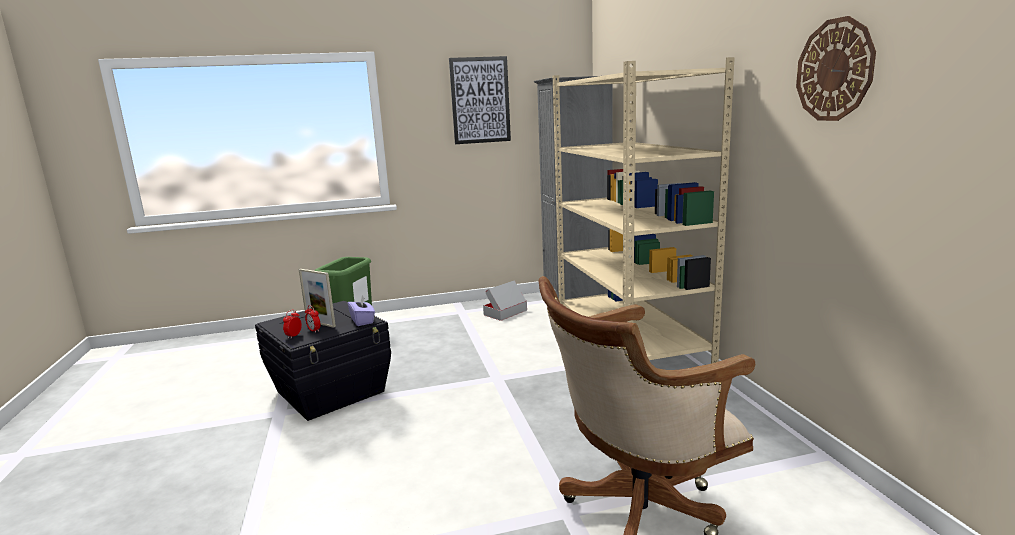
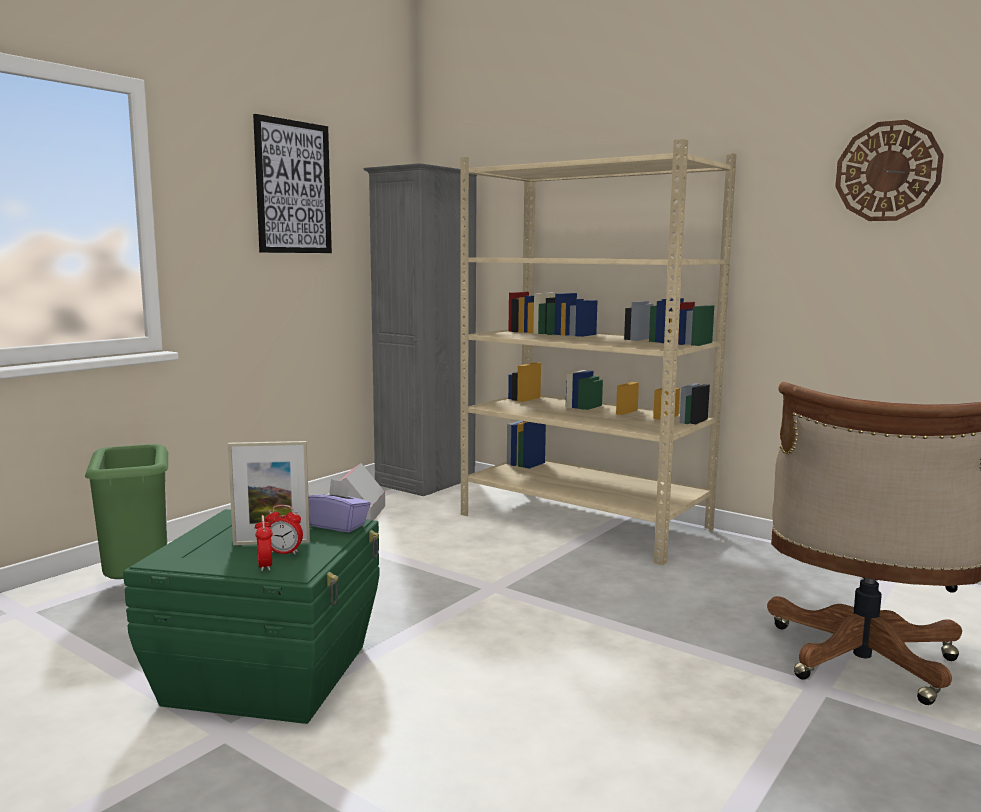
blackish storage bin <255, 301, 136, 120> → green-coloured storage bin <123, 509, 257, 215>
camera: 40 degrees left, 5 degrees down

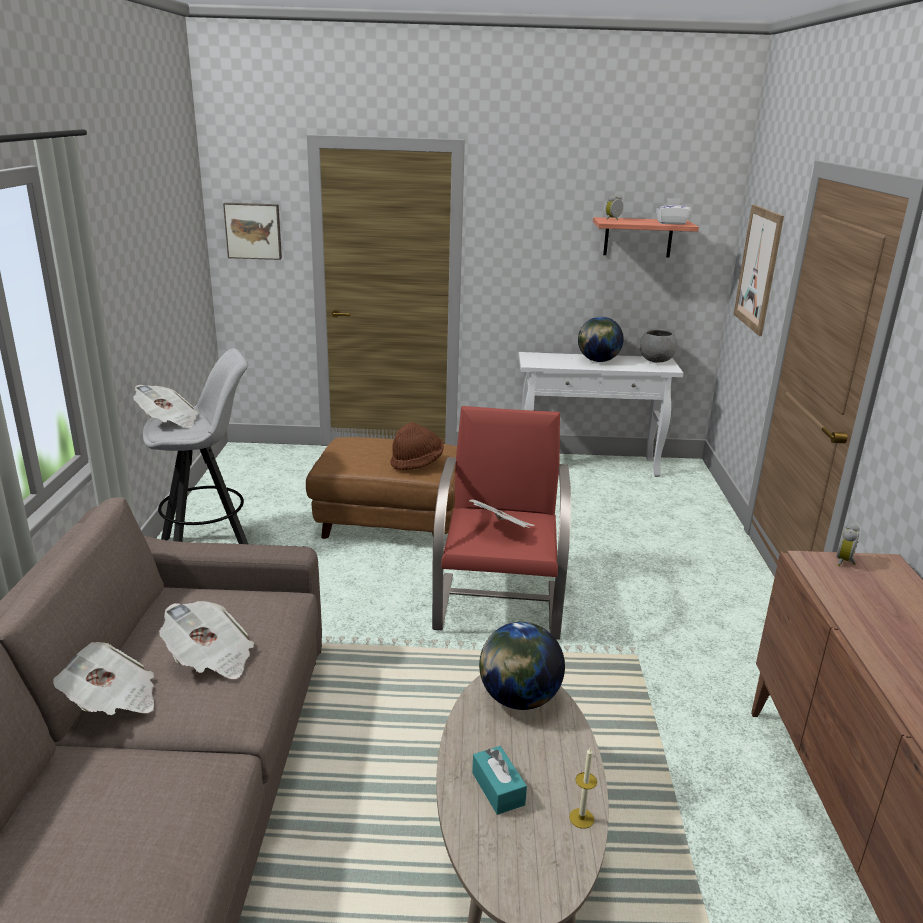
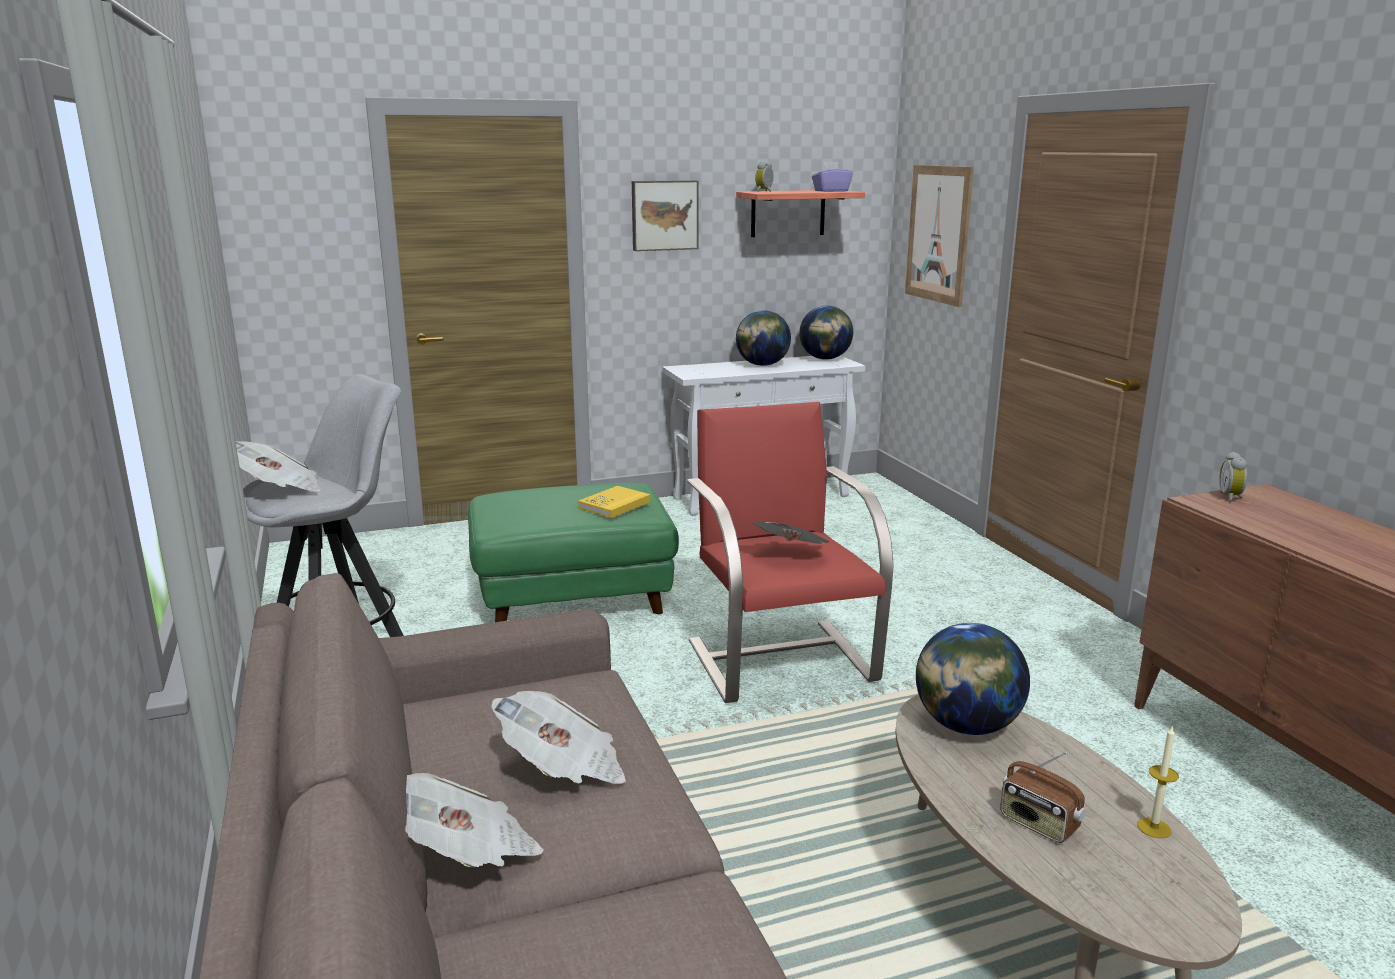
brown pouffe <306, 437, 151, 102> → green-coloured pouffe <468, 483, 211, 139>
brown hat <390, 422, 54, 48> → yellowish book <578, 486, 73, 32>
picture <223, 203, 59, 57> → picture <632, 180, 66, 71>, shifted
grey deep dish <640, 330, 37, 33> → globe <799, 306, 54, 54>
white-coloured box of tissues <656, 198, 35, 27> → purple-coloured box of tissues <812, 162, 41, 30>
turquoise box of tissues <472, 746, 55, 69> → radio <1000, 752, 86, 91>
camera: 20 degrees left, 5 degrees down

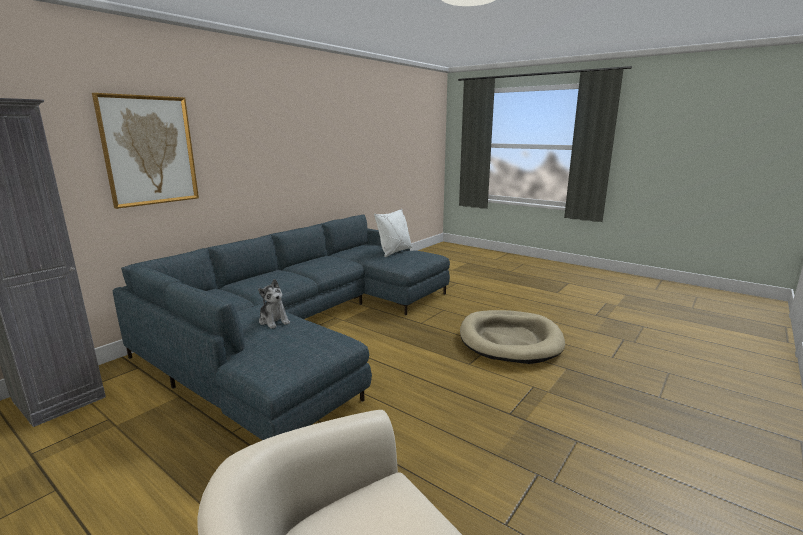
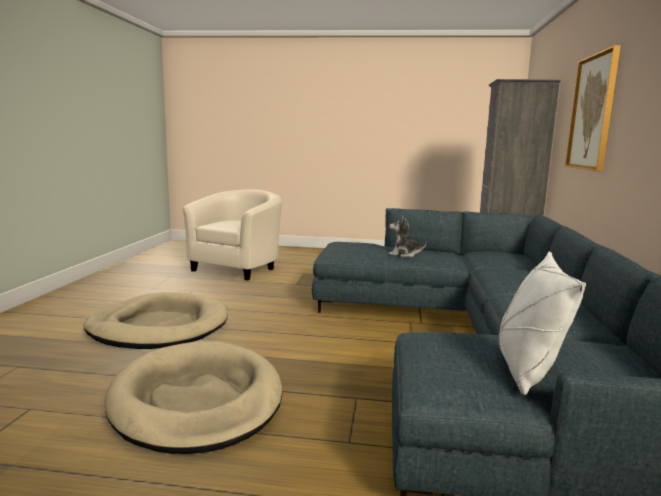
- → beige-coloured dog cushion <83, 292, 145, 57>
camera: 150 degrees right, 5 degrees down

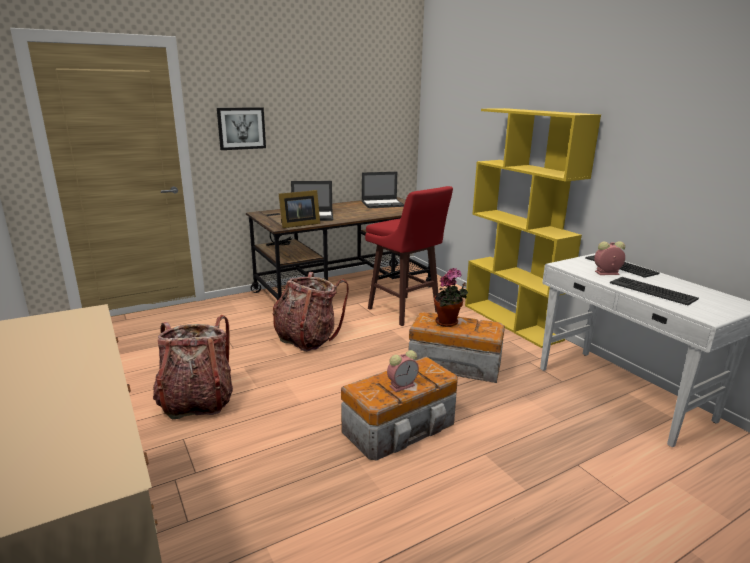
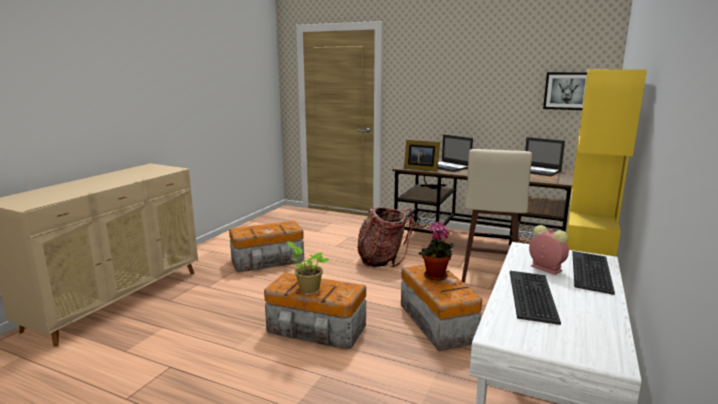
backpack <153, 315, 80, 104> → storage bin <229, 221, 75, 51>
table clock <387, 350, 32, 42> → houseplant <287, 241, 42, 52>
red sitting stool <365, 186, 88, 140> → beige-coloured sitting stool <462, 149, 70, 134>
picture <217, 107, 49, 43> → picture <543, 72, 44, 38>, shifted
camera: 55 degrees right, 5 degrees down

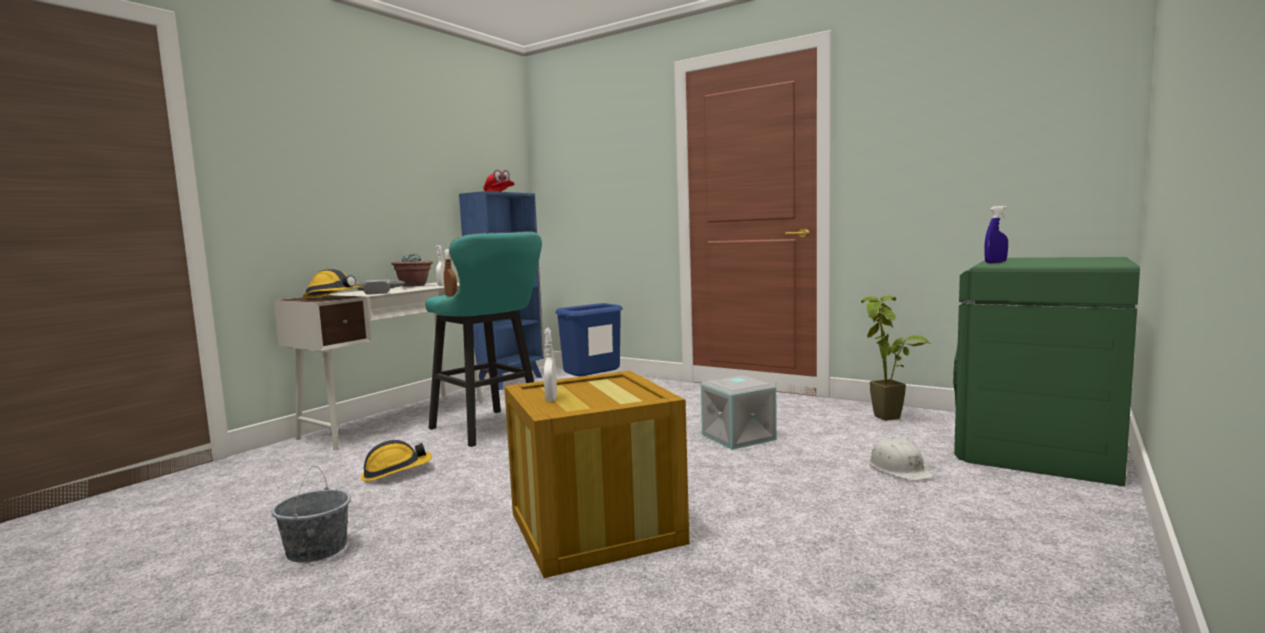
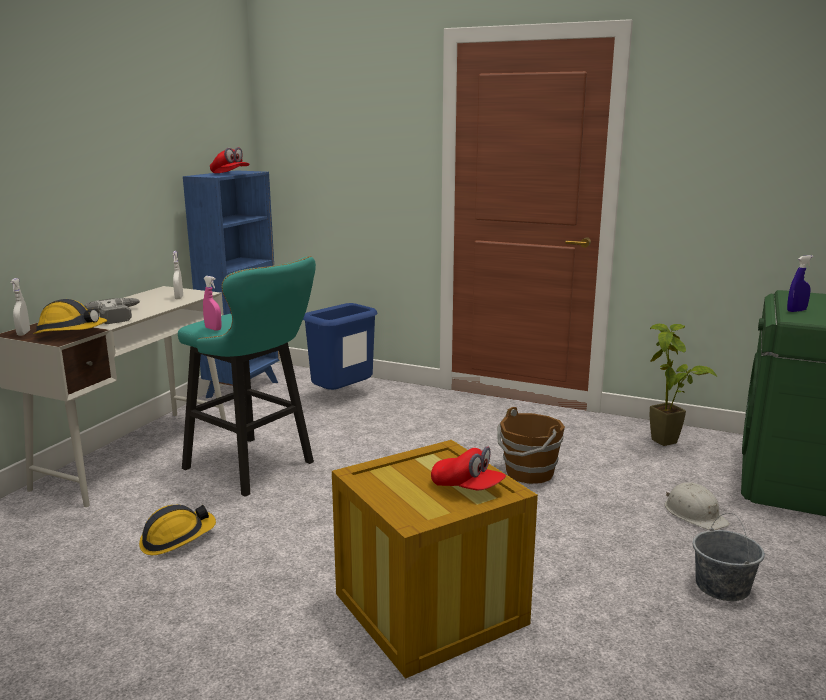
white-coloured sprayer <544, 328, 13, 74> → white-coloured sprayer <10, 278, 20, 58>, shifted
brown sprayer <444, 249, 13, 48> → pink-coloured sprayer <203, 276, 19, 55>
- → red cap <431, 446, 75, 44>
grey storage bin <701, 375, 76, 75> → brown pail <497, 407, 68, 77>
grey pail <271, 466, 80, 97> → grey pail <693, 513, 72, 88>, shifted
houseplant <391, 254, 42, 33> → -
camera: 10 degrees left, 10 degrees up

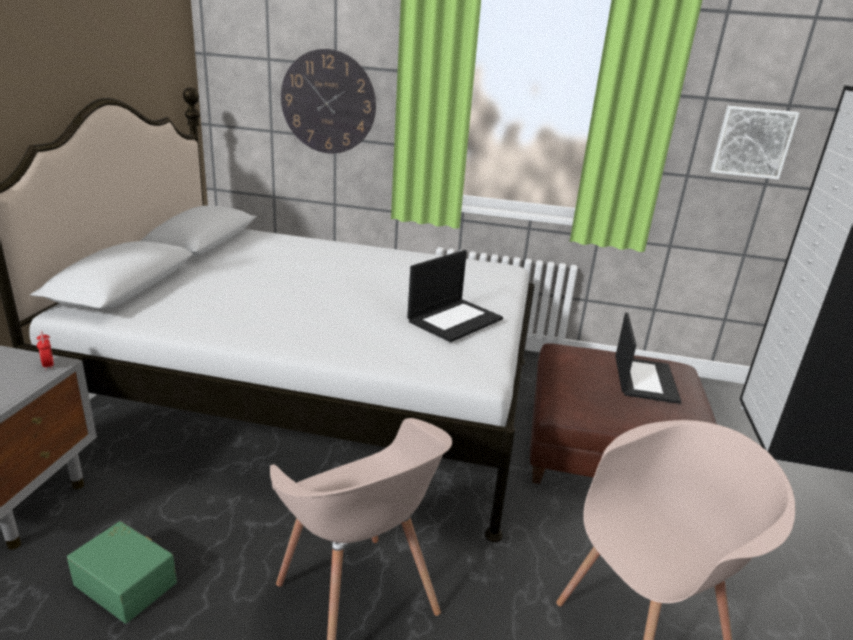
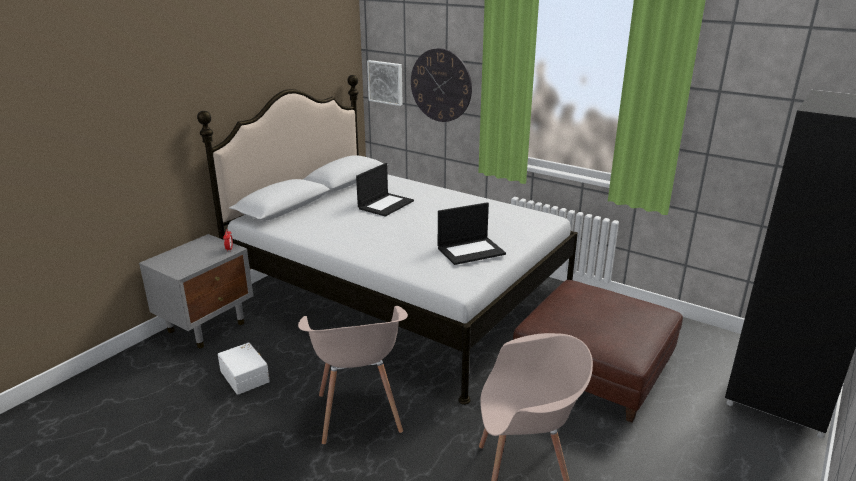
green-coloured storage bin <67, 521, 110, 102> → white-coloured storage bin <218, 342, 52, 53>
laptop <615, 313, 66, 91> → laptop <356, 163, 58, 54>, shifted
picture <710, 106, 89, 74> → picture <367, 60, 36, 46>, shifted
camera: 25 degrees right, 0 degrees up

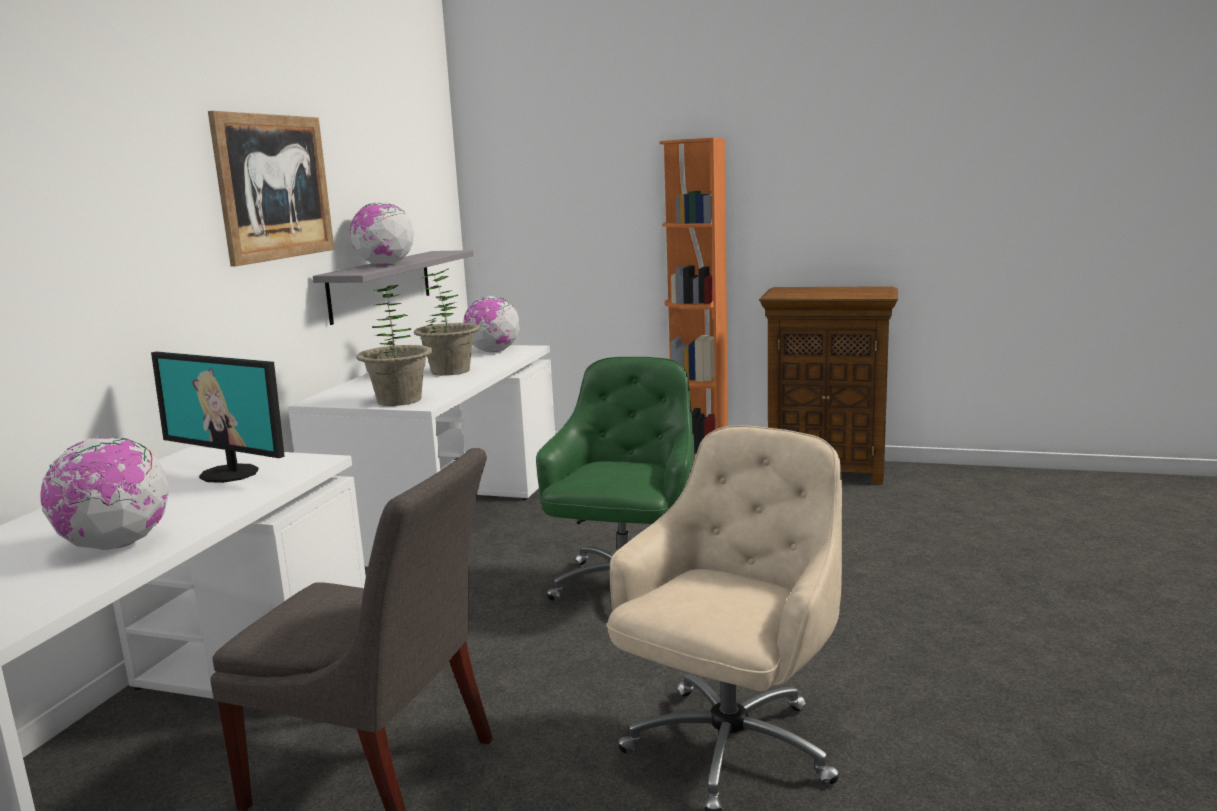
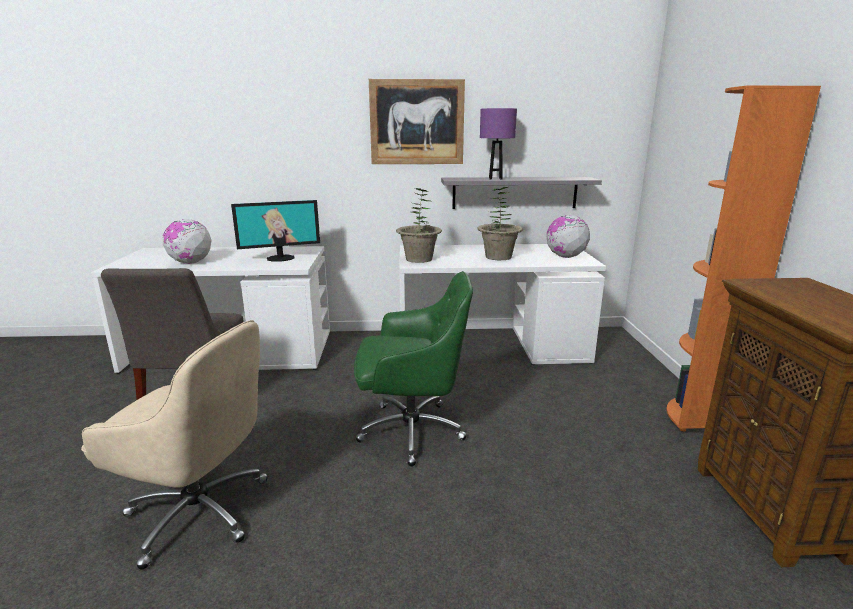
computer screen <151, 352, 134, 131> → computer screen <231, 200, 89, 62>, 120 degrees counterclockwise
globe <350, 202, 64, 63> → purple-coloured table lamp <480, 108, 37, 71>
camera: 70 degrees right, 5 degrees up

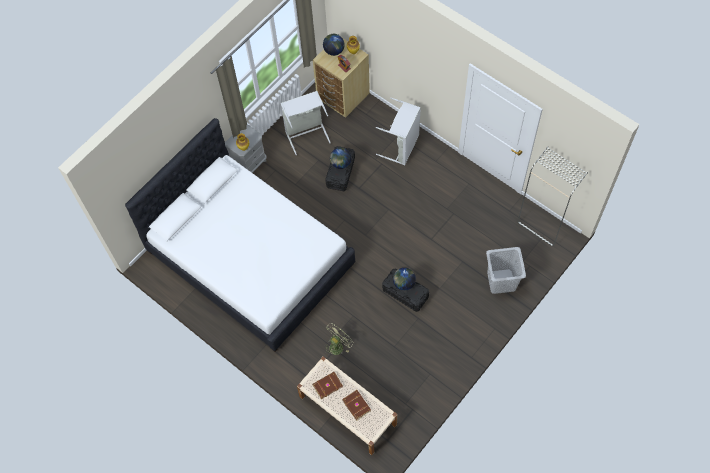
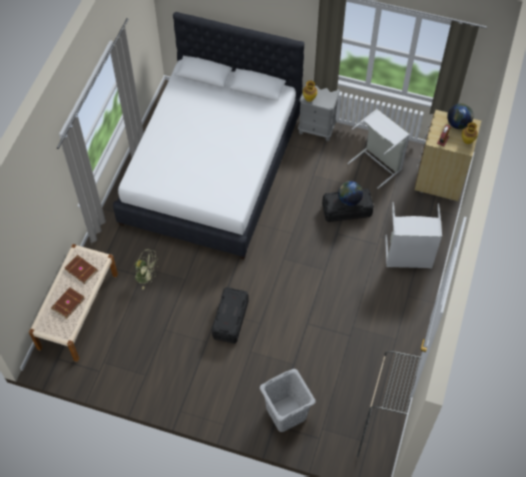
globe <393, 268, 23, 23> → -
camera: 65 degrees right, 5 degrees down

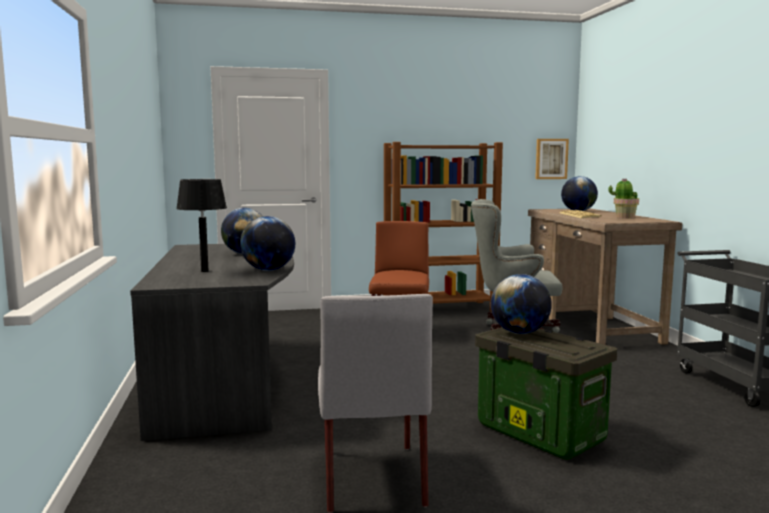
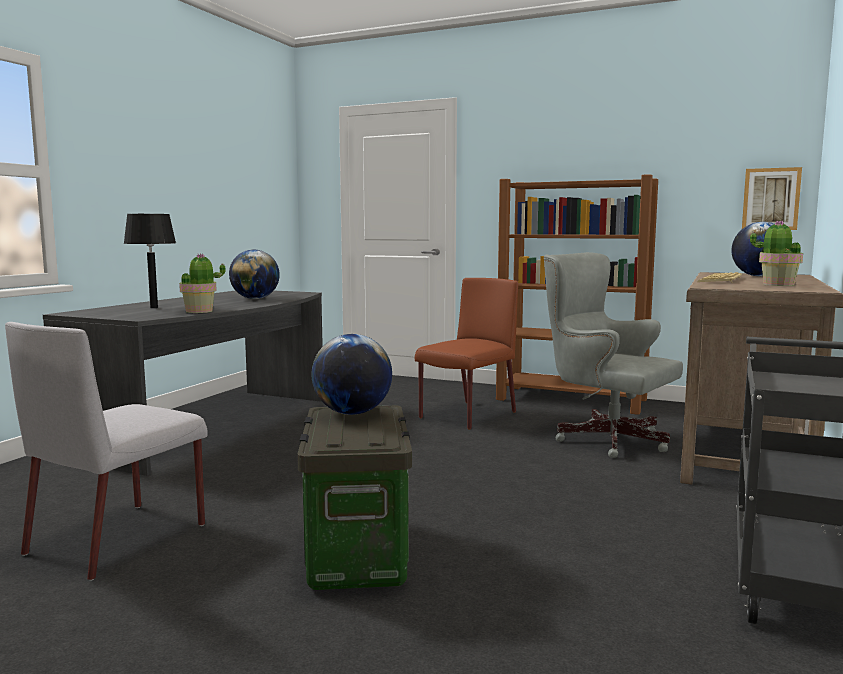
globe <240, 216, 55, 55> → houseplant <179, 253, 47, 60>
camera: 35 degrees right, 0 degrees up

